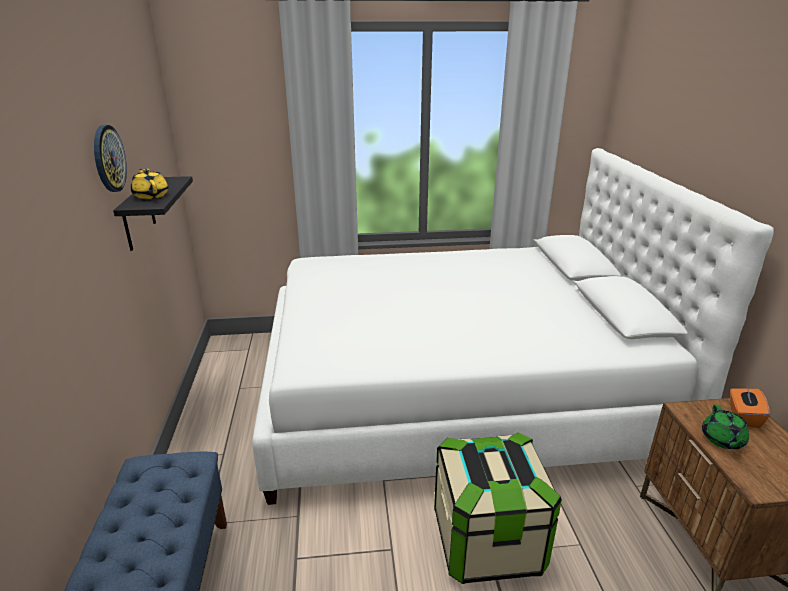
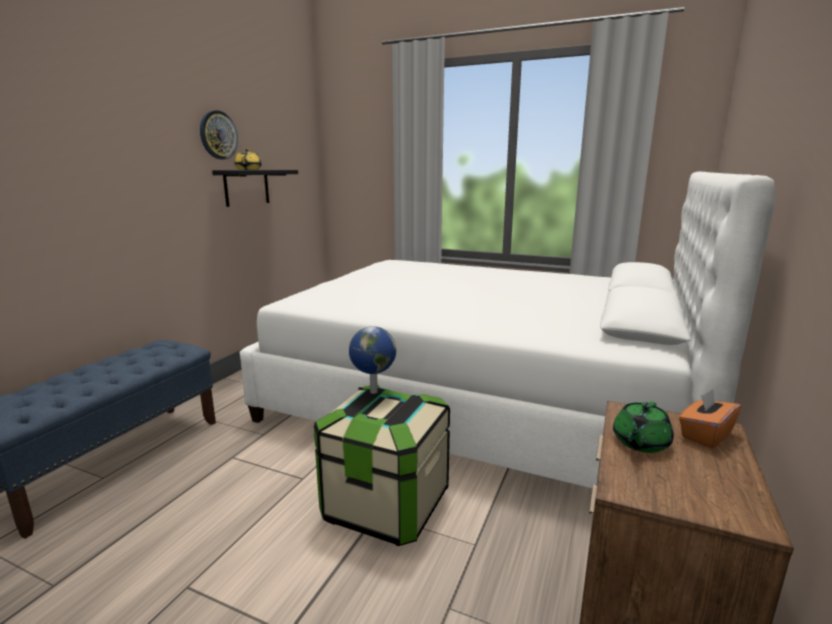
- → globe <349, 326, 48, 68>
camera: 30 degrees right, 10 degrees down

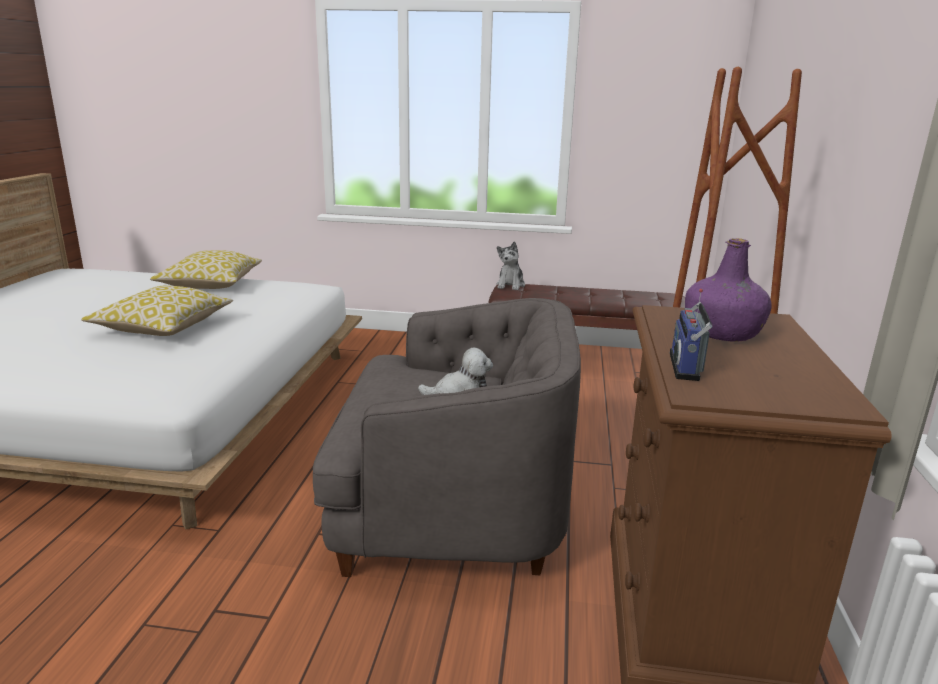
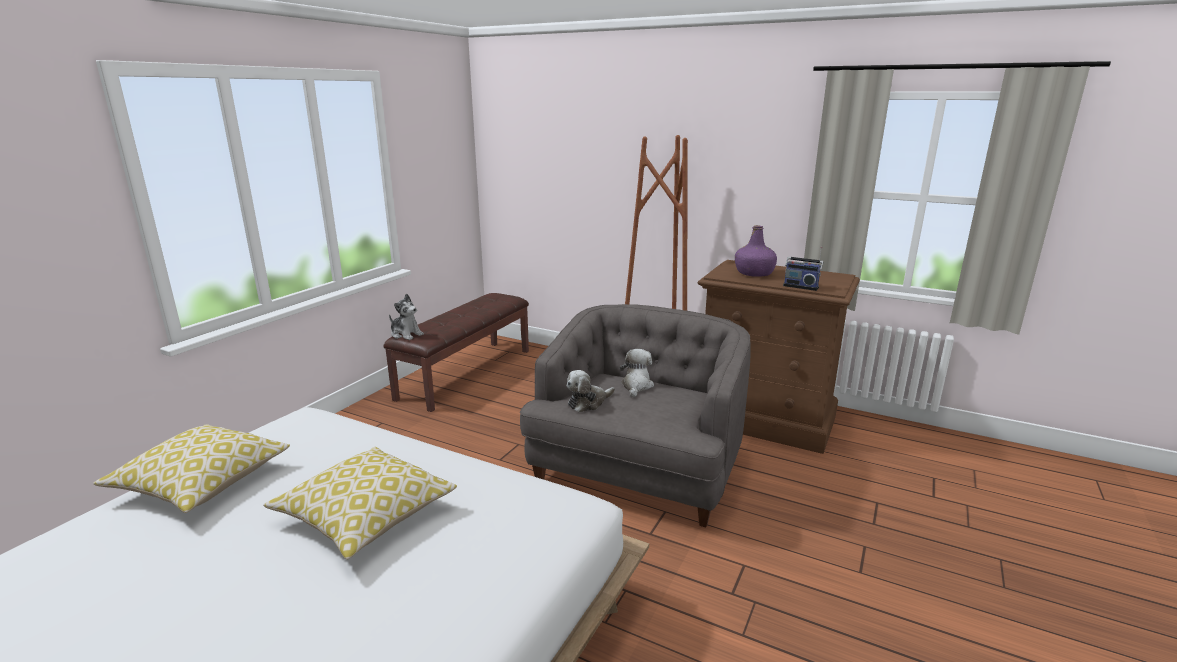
- → cuddly toy <566, 370, 49, 42>
camera: 70 degrees left, 0 degrees up

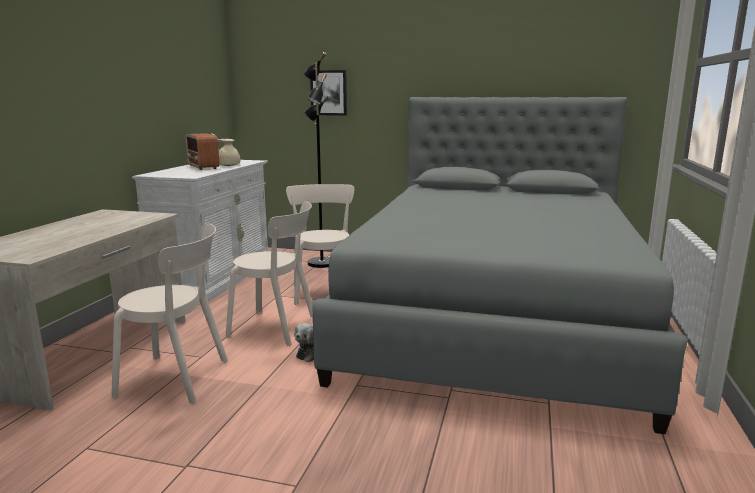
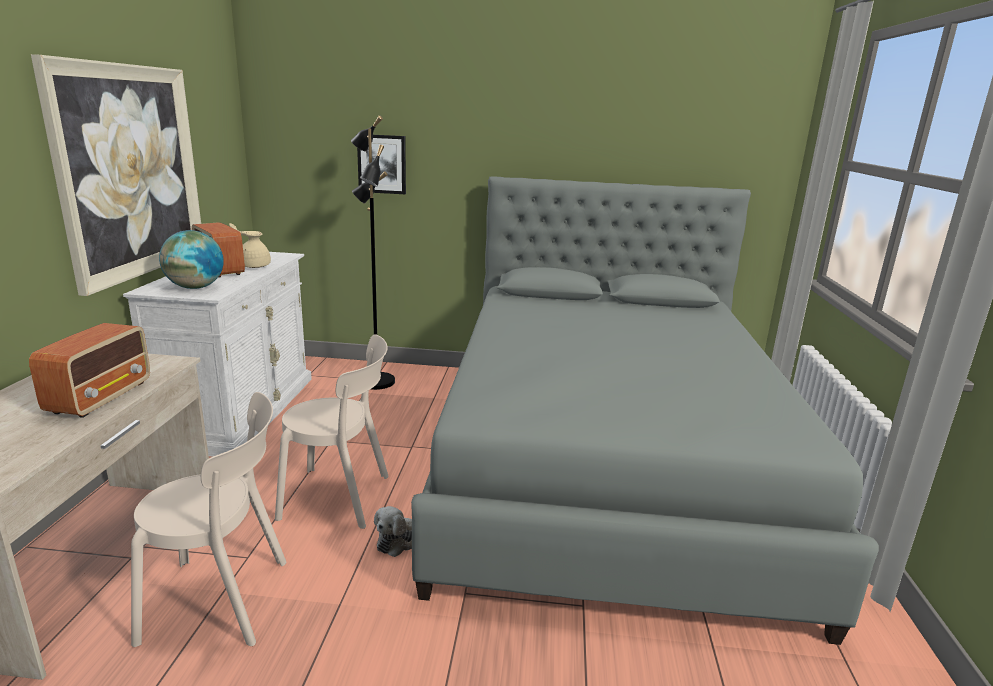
- → radio <29, 323, 121, 95>
- → picture <31, 54, 170, 242>
- → globe <159, 230, 65, 59>
beige-coloured plain chair <286, 184, 68, 121> → -
camera: 10 degrees left, 5 degrees up

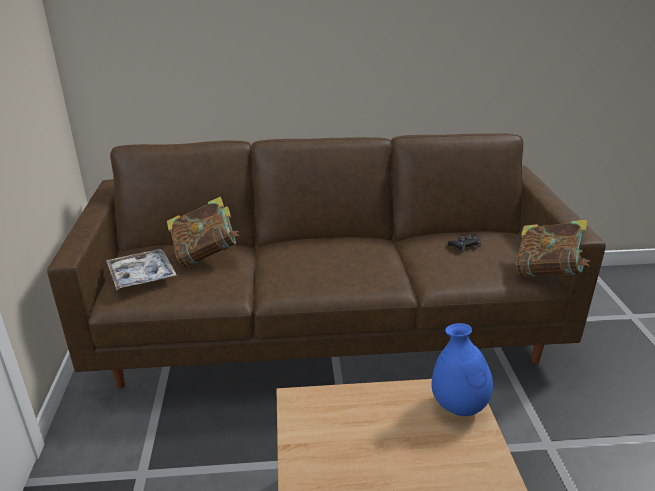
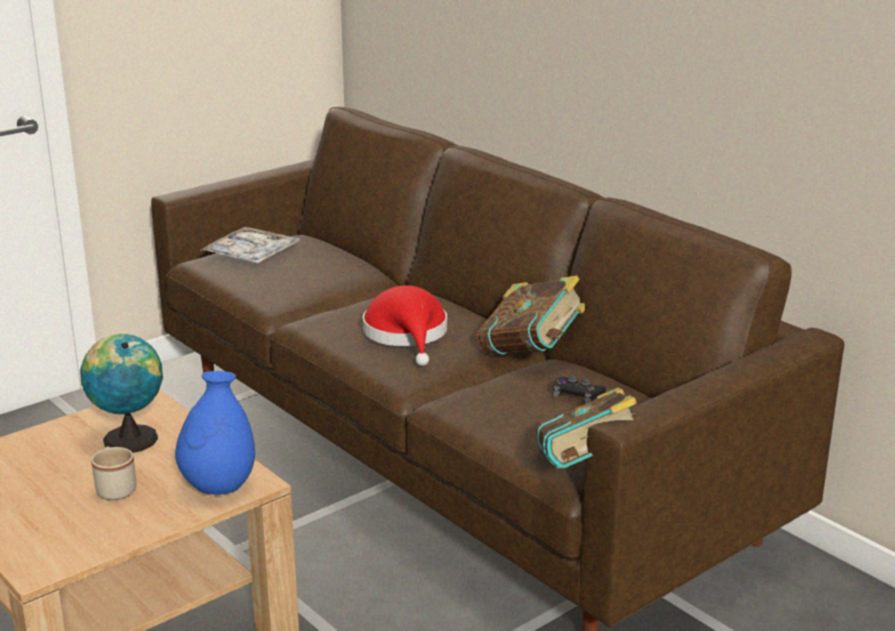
- → globe <80, 334, 83, 119>
- → beige-coloured tea mug <91, 447, 45, 53>
- → red hat <363, 285, 84, 81>
book <167, 197, 73, 70> → book <477, 275, 108, 80>, shifted
camera: 55 degrees right, 5 degrees down

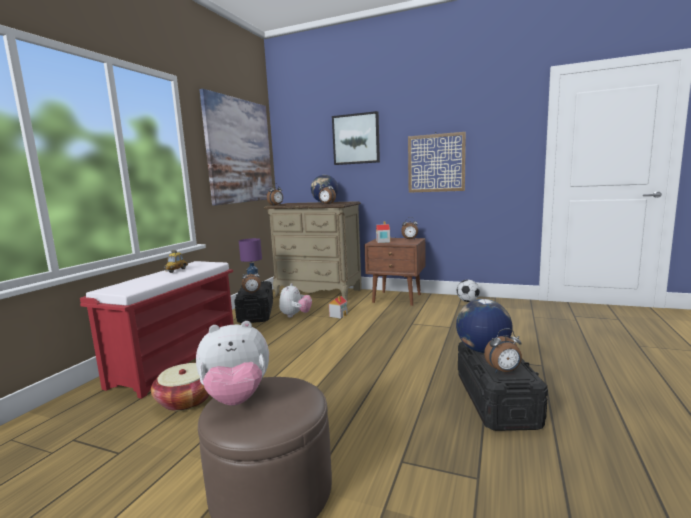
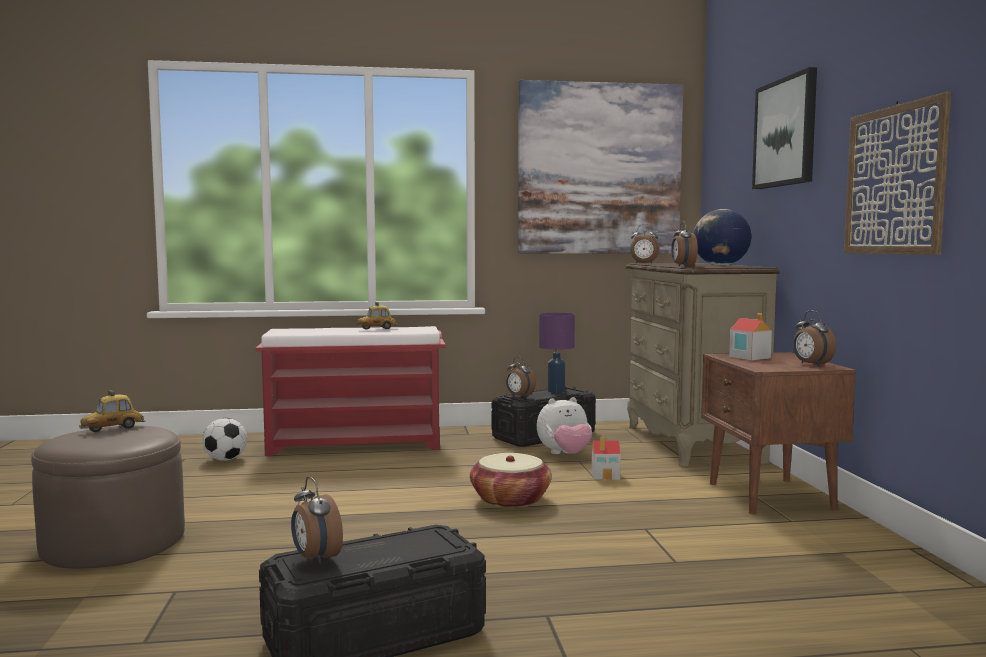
cuddly toy <196, 321, 73, 85> → toy car <79, 390, 66, 42>
football <457, 280, 23, 22> → football <202, 418, 45, 43>, shifted
storage basket <151, 363, 58, 48> → storage basket <470, 453, 82, 55>, shifted
globe <456, 299, 57, 54> → -
camera: 60 degrees right, 5 degrees down

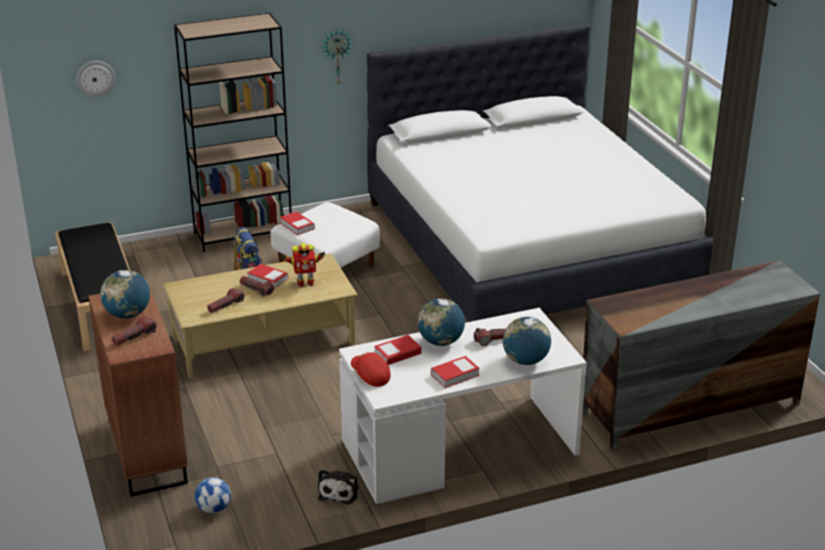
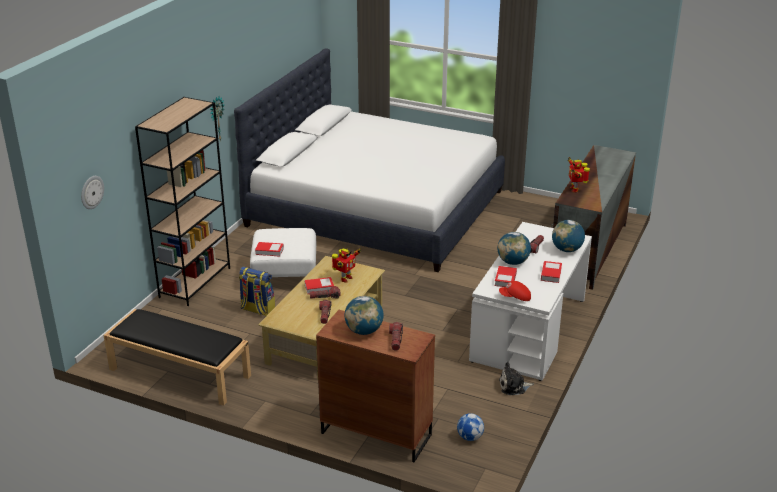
cuddly toy <318, 470, 40, 34> → cuddly toy <499, 362, 35, 33>, 120 degrees clockwise
- → toy robot <567, 157, 23, 35>
camera: 45 degrees left, 0 degrees up

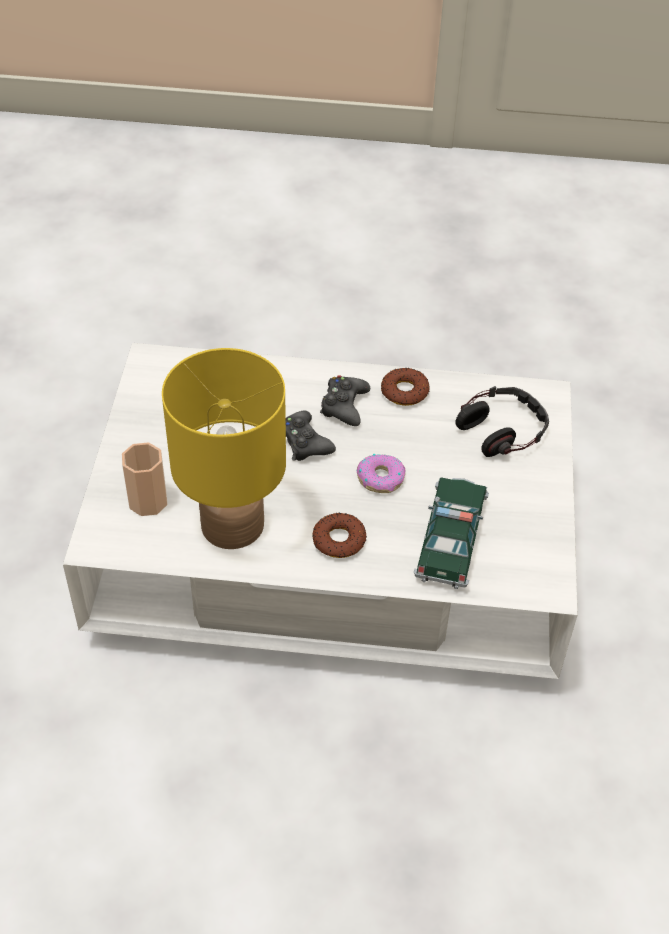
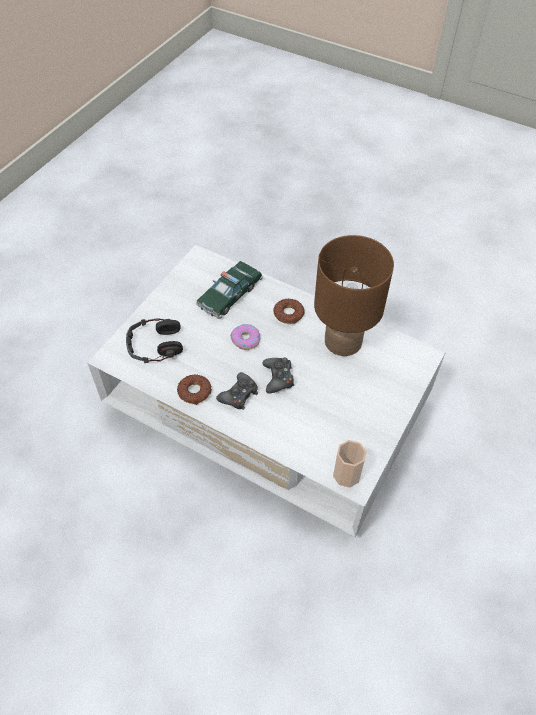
yellowish table lamp <162, 348, 124, 201> → brown table lamp <314, 235, 80, 121>
drinking cup <122, 442, 46, 74> → drinking cup <333, 440, 33, 48>, shifted
camera: 155 degrees left, 5 degrees up

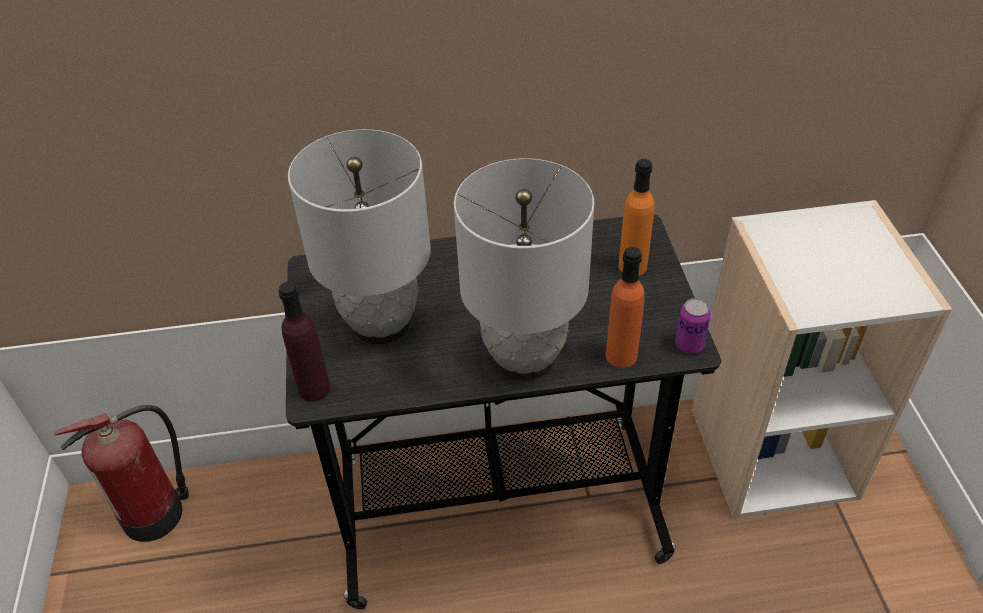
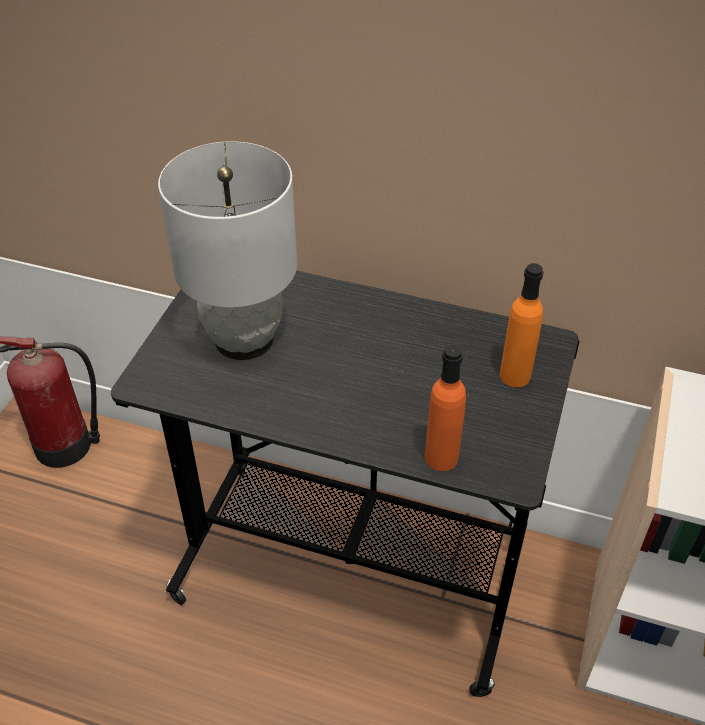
purple-coloured beverage bottle <279, 282, 51, 120> → -
white-coloured table lamp <454, 158, 140, 222> → -
sealed can <675, 298, 36, 55> → -
camera: 25 degrees right, 0 degrees up

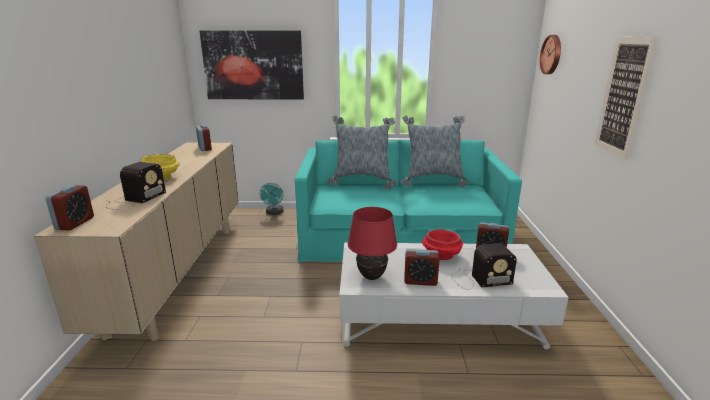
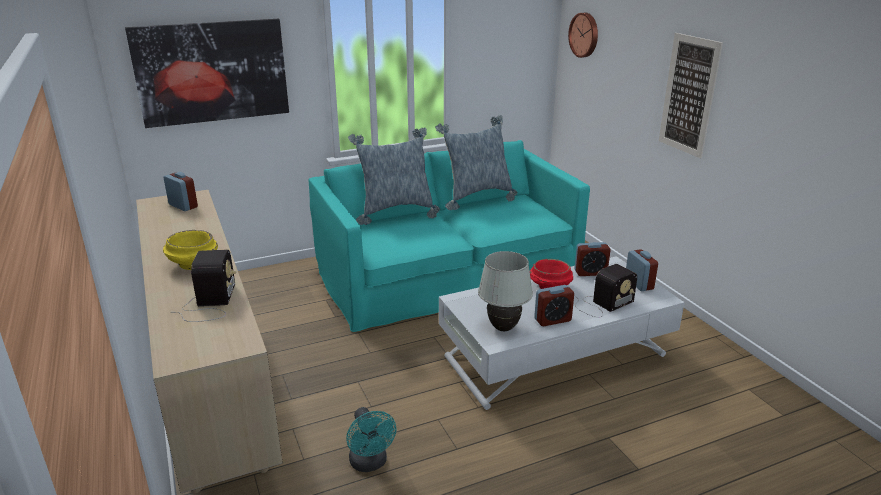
turquoise electric fan <260, 183, 24, 32> → turquoise electric fan <346, 407, 51, 65>, shifted
red table lamp <348, 207, 49, 73> → white-coloured table lamp <478, 251, 55, 80>
table clock <46, 185, 48, 46> → table clock <626, 249, 32, 42>, shifted
camera: 25 degrees left, 5 degrees up

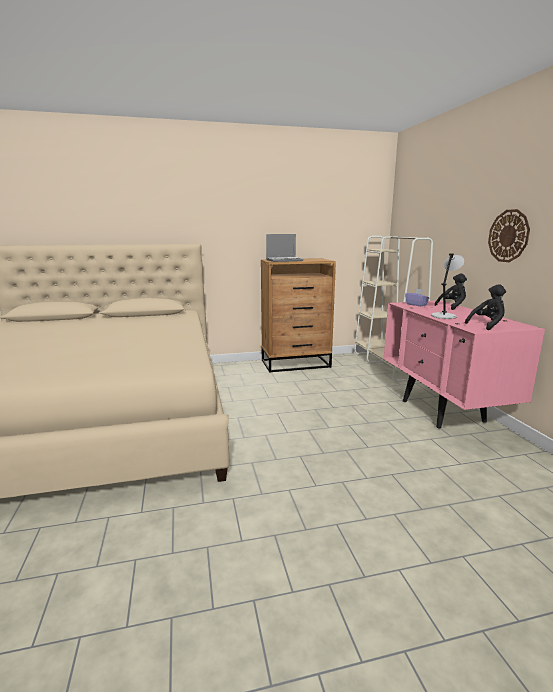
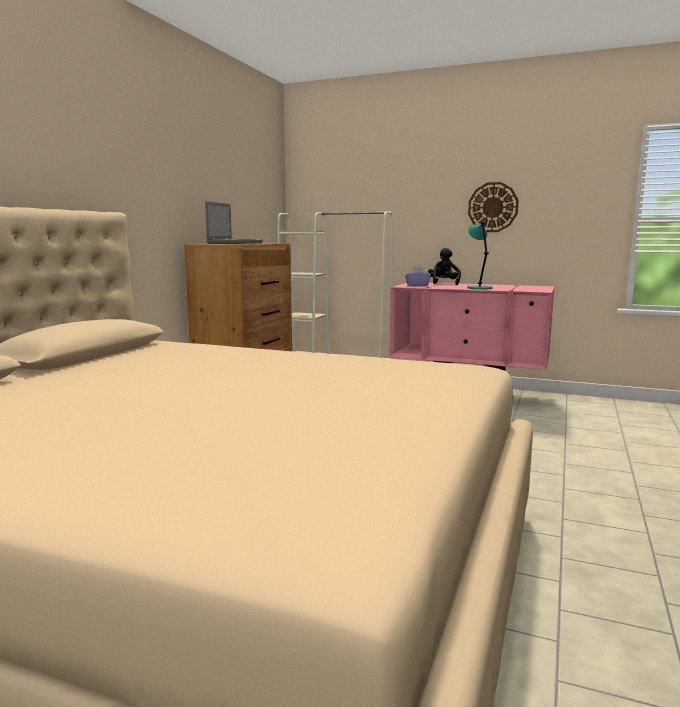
grey table lamp <431, 253, 33, 66> → turquoise table lamp <467, 222, 26, 68>
blackish cuddly toy <465, 284, 41, 46> → -
camera: 55 degrees left, 5 degrees down

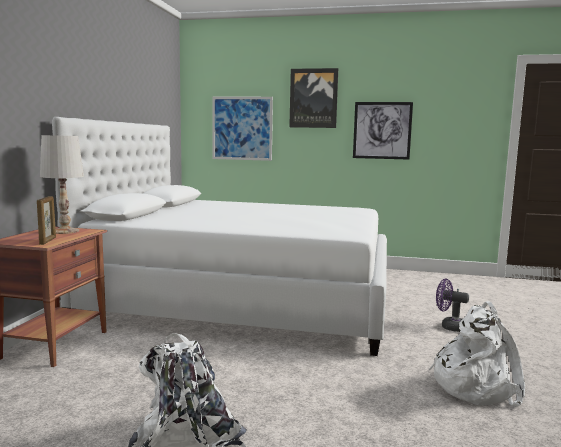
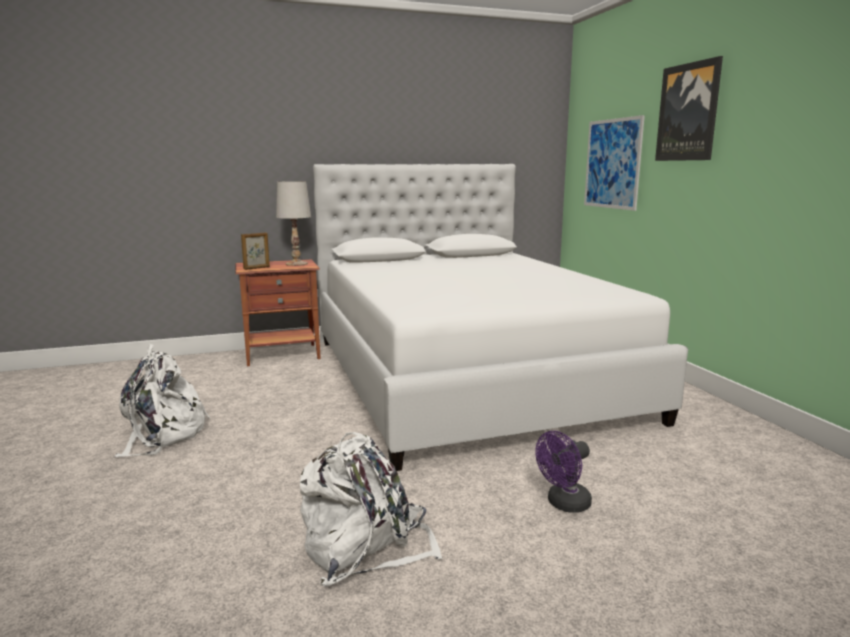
purple-coloured electric fan <436, 279, 33, 53> → purple-coloured electric fan <535, 431, 57, 81>, 120 degrees counterclockwise
picture <353, 102, 60, 58> → -
camera: 60 degrees right, 5 degrees up

